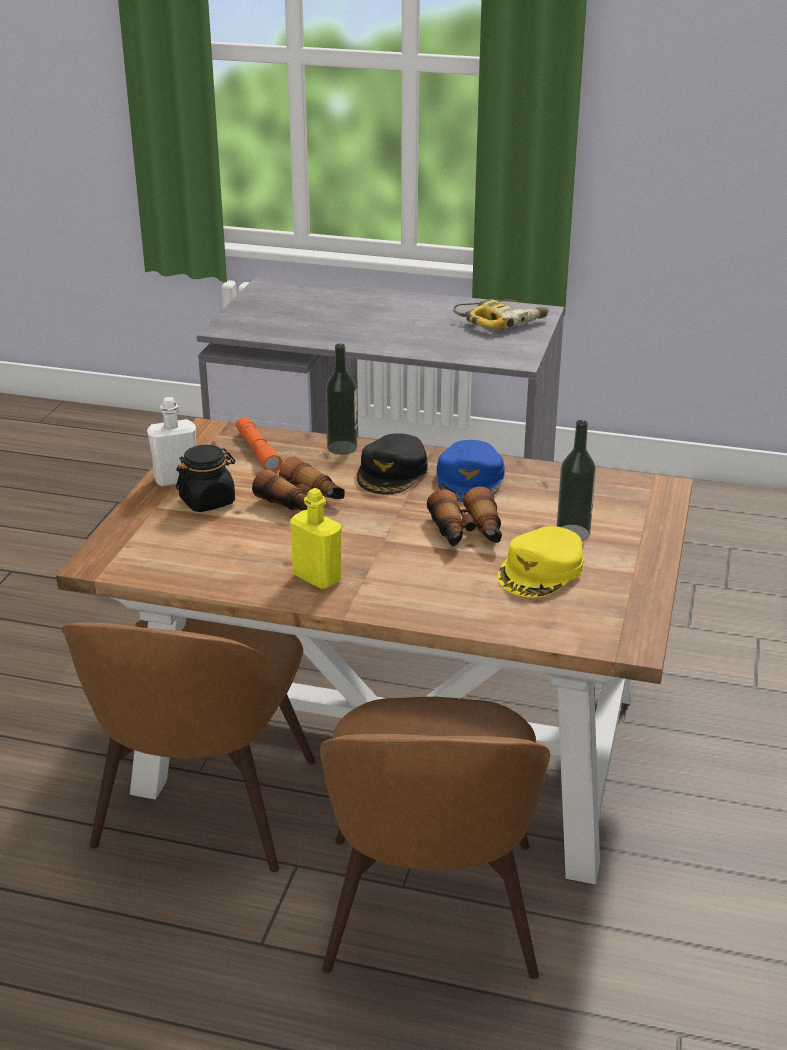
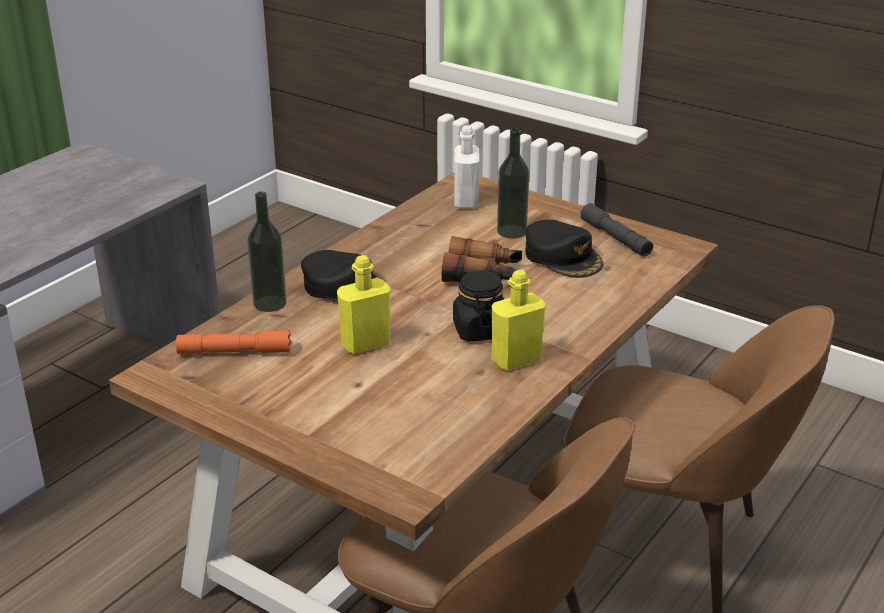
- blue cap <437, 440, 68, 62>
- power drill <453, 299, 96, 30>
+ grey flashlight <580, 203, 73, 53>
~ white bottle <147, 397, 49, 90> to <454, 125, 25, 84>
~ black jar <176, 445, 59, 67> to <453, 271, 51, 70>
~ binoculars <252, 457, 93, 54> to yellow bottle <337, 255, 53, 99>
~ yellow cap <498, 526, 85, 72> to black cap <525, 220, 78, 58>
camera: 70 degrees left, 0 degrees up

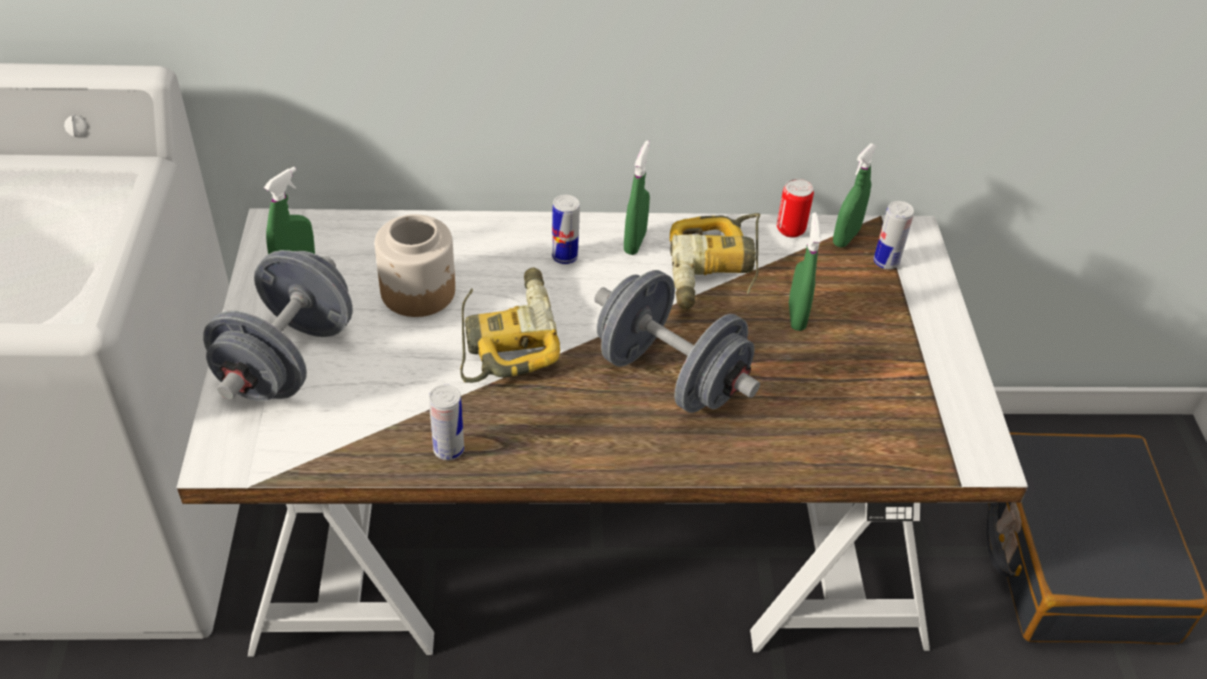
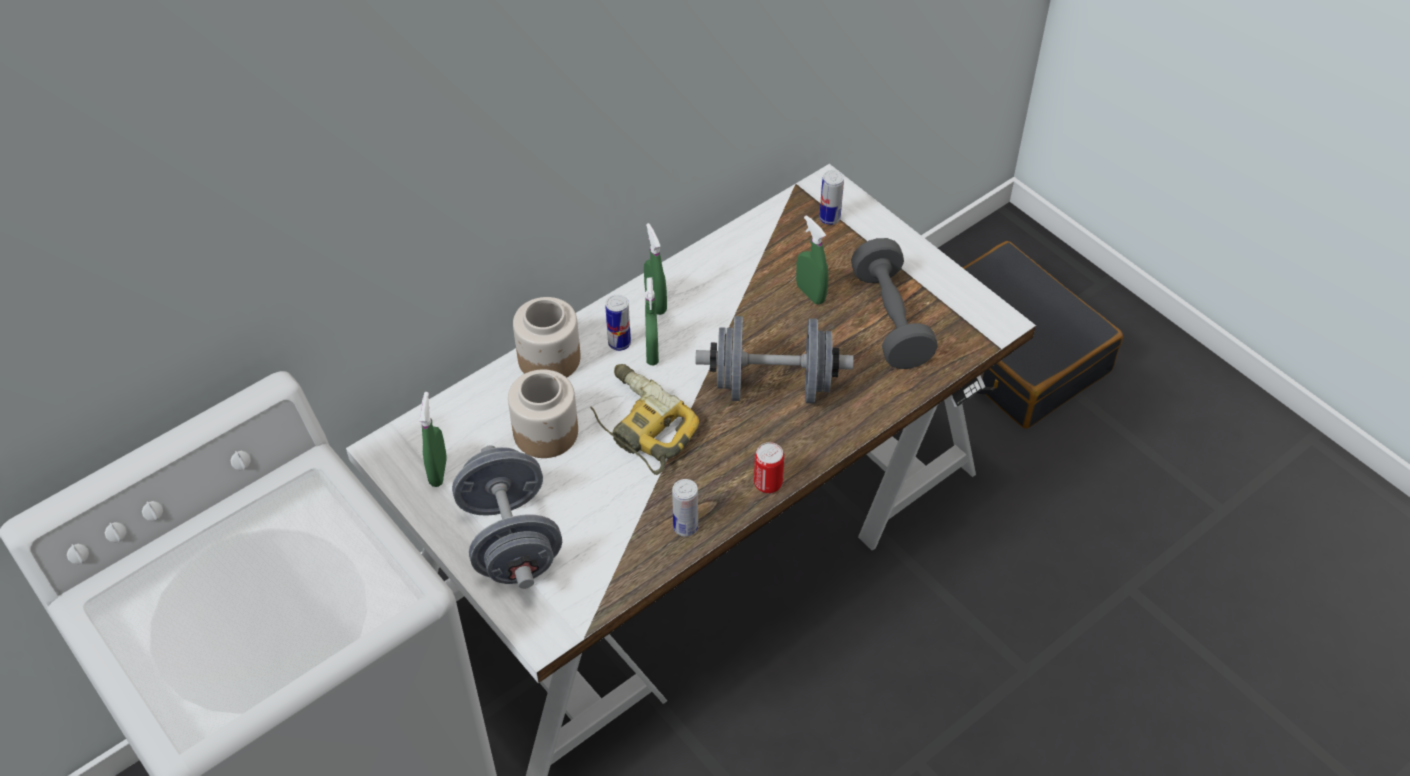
- power drill <670, 213, 90, 96>
+ jar <513, 297, 68, 81>
+ grey dumbbell <851, 238, 87, 131>
~ can <777, 179, 37, 59> to <754, 442, 30, 51>
~ green spray bottle <833, 143, 44, 104> to <645, 278, 14, 87>
camera: 35 degrees left, 5 degrees up

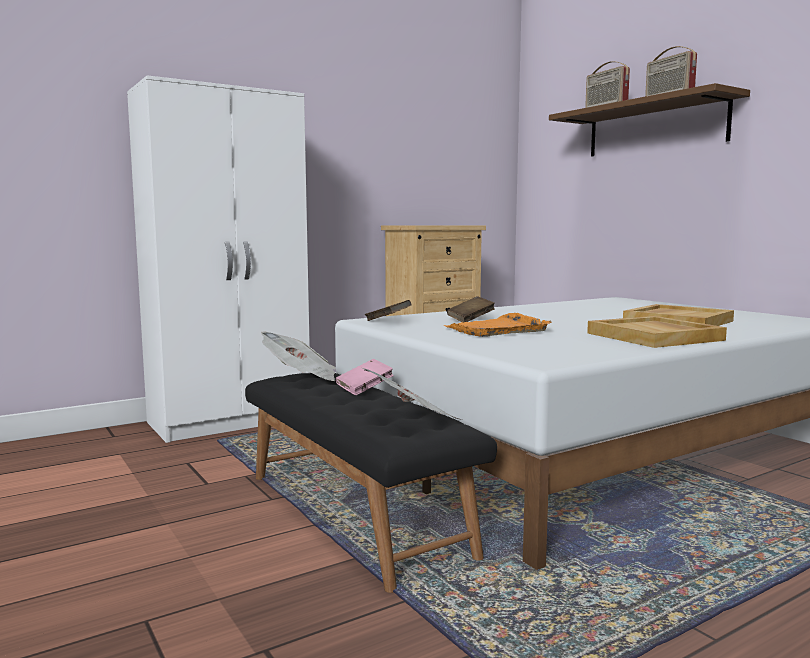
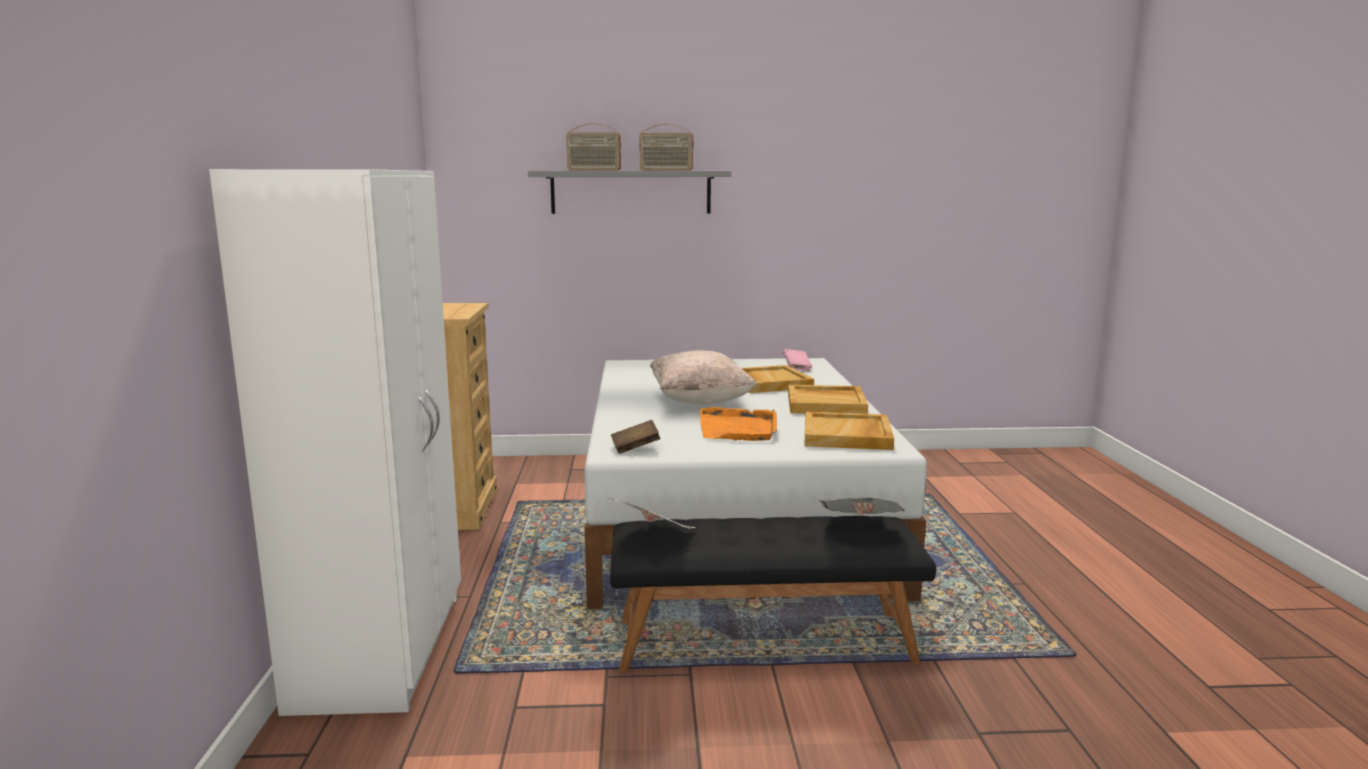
- brown book <447, 296, 48, 26>
+ beige pillow <650, 350, 107, 55>
+ beige tray <805, 411, 89, 39>
~ pink book <336, 359, 57, 36> to <783, 349, 29, 22>
~ brown shelf <549, 83, 201, 74> to grey shelf <528, 171, 203, 43>
camera: 60 degrees left, 5 degrees up

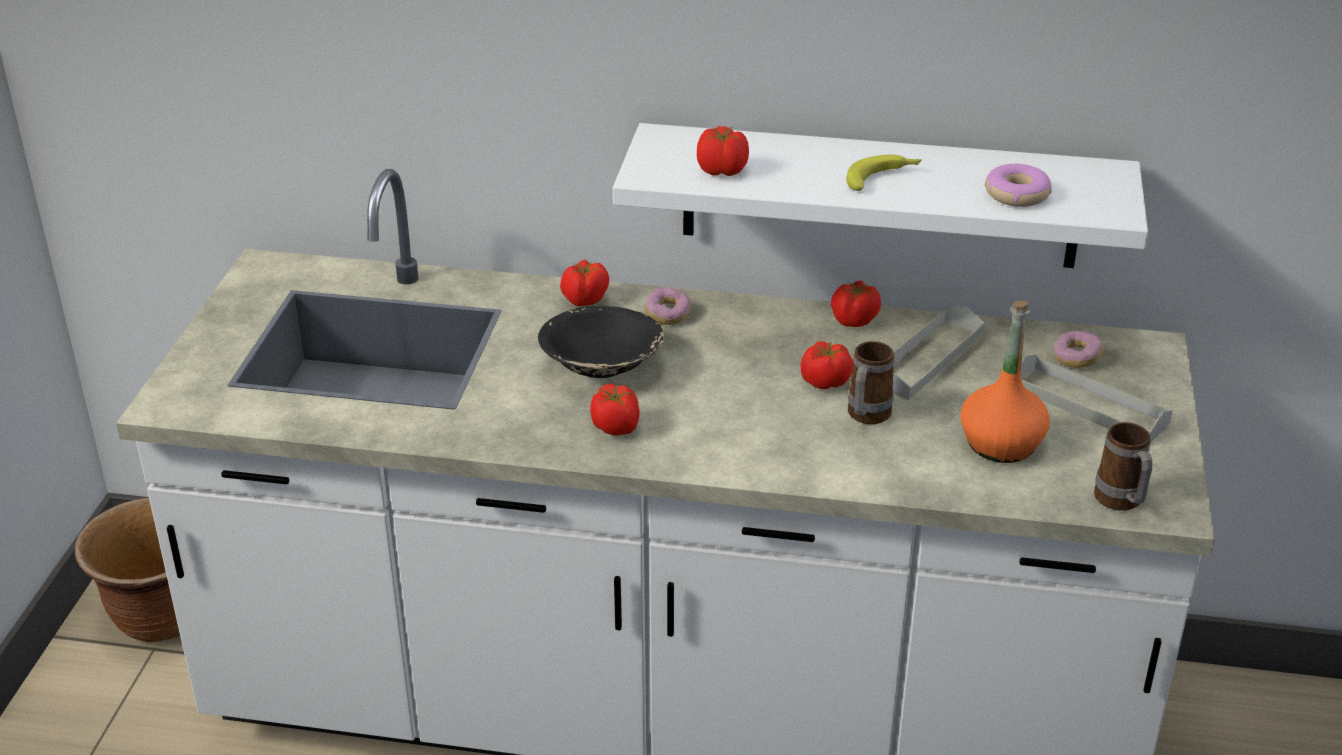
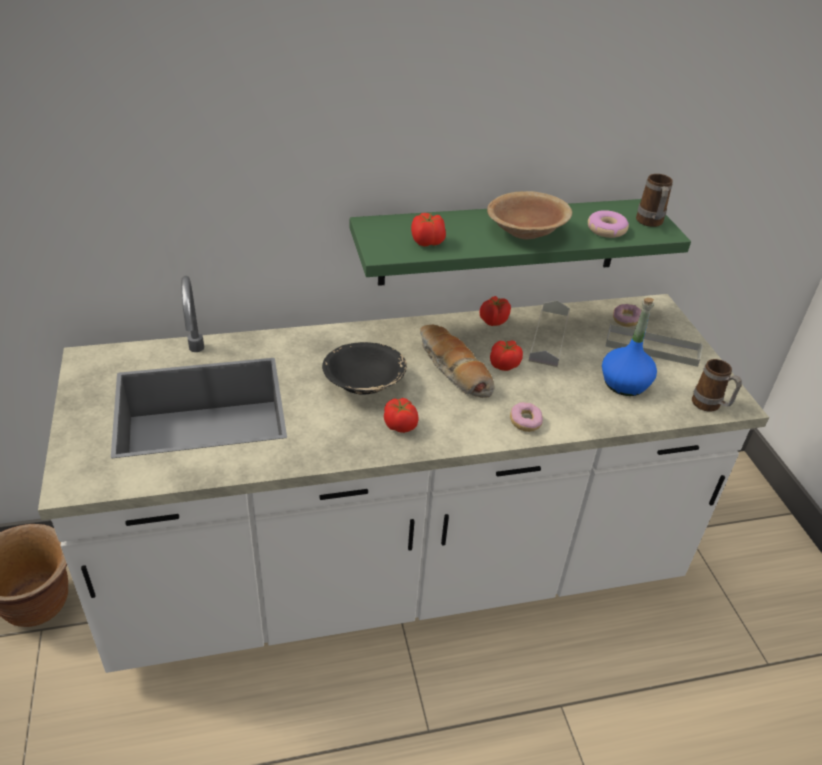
- tomato <560, 259, 49, 47>
+ bread <420, 325, 74, 73>
~ donut <645, 287, 46, 38> to <510, 402, 33, 30>
~ mug <848, 341, 46, 83> to <636, 174, 37, 53>
~ banana <846, 155, 76, 36> to brown bowl <487, 191, 85, 48>
~ white shelf <613, 123, 535, 145> to green shelf <350, 199, 341, 87>
~ orange bottle <960, 301, 90, 162> to blue bottle <602, 298, 55, 98>
camera: 25 degrees left, 5 degrees up

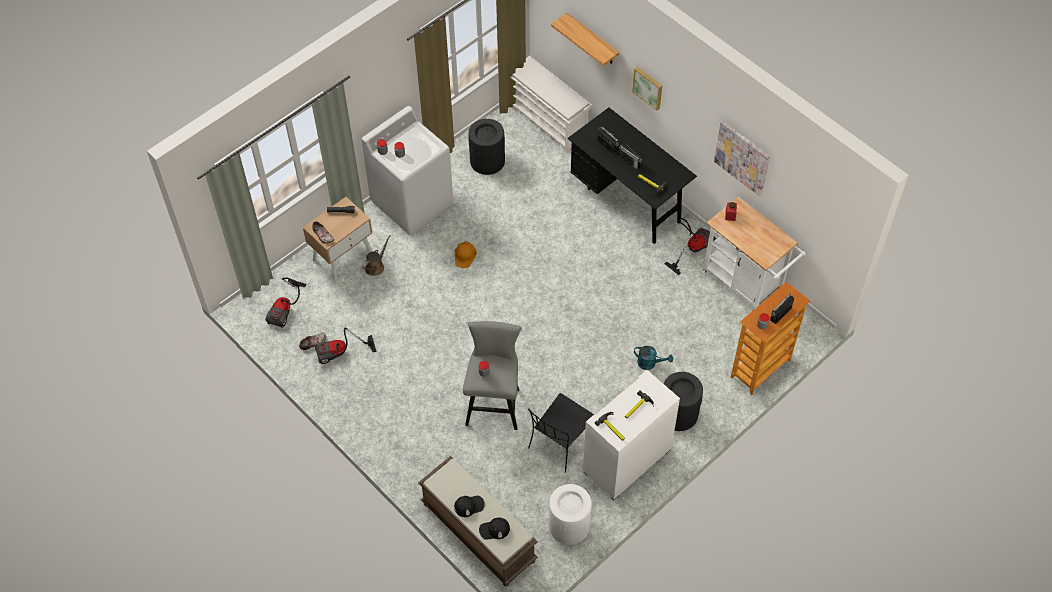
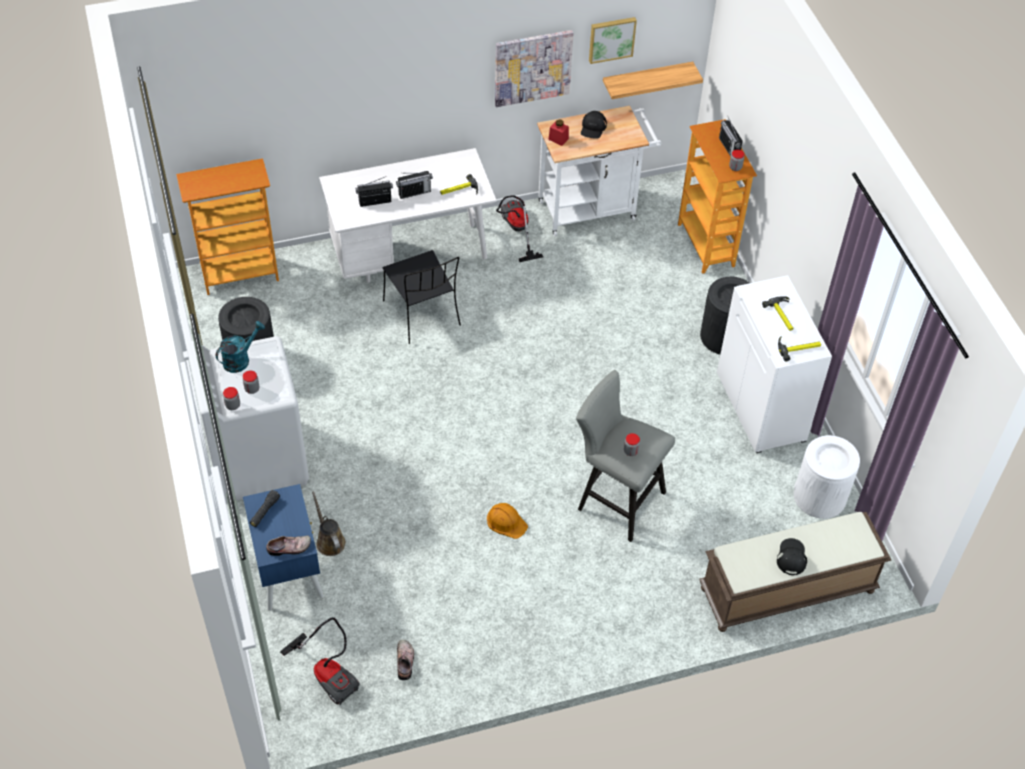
- vacuum cleaner <315, 327, 62, 37>
~ orange hard hat <454, 242, 23, 26> to <487, 503, 41, 36>
~ black cap <479, 517, 31, 23> to <581, 111, 26, 28>
~ black chair <528, 393, 66, 80> to <383, 250, 78, 94>
~ shelf <551, 13, 68, 53> to <603, 62, 100, 37>
~ picture <632, 67, 30, 44> to <589, 17, 48, 47>
~ turquoise watering can <634, 346, 39, 24> to <216, 321, 49, 52>
~ white shoe rack <511, 56, 81, 97> to bookcase <176, 158, 103, 137>
~ beige nightstand <303, 197, 70, 85> to blue nightstand <243, 484, 81, 127>
~ black desk <568, 108, 129, 136> to white desk <319, 148, 178, 135>
camera: 65 degrees left, 5 degrees down

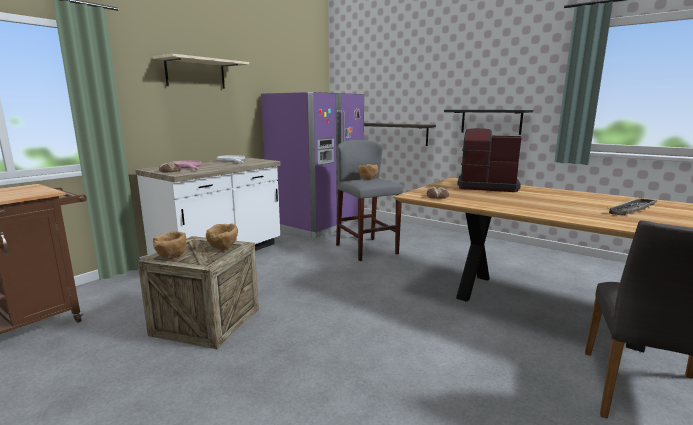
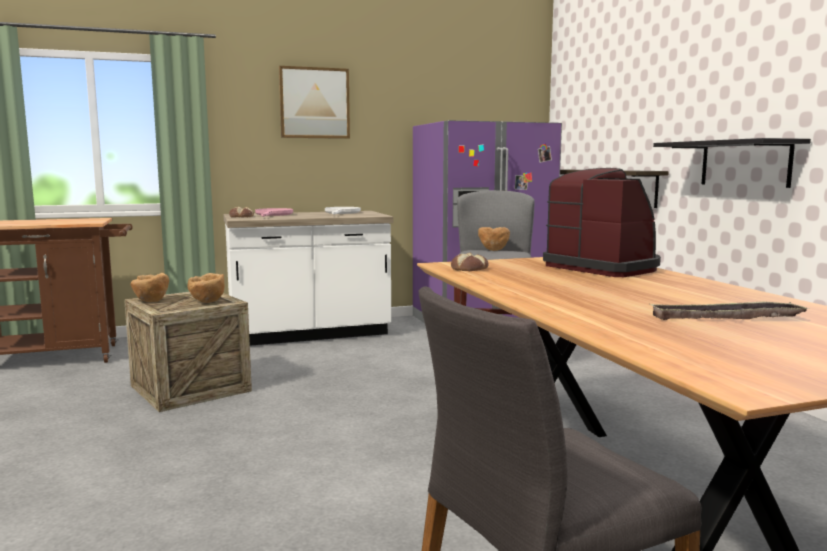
~ beige shelf <153, 54, 96, 35> to picture <279, 66, 71, 73>
camera: 35 degrees right, 5 degrees down

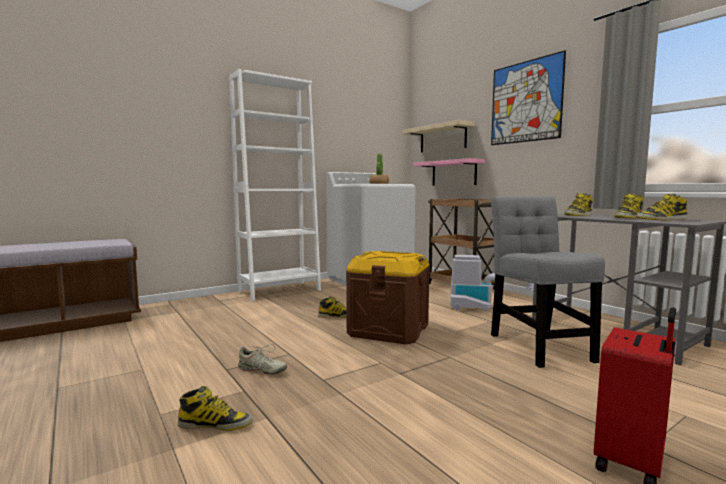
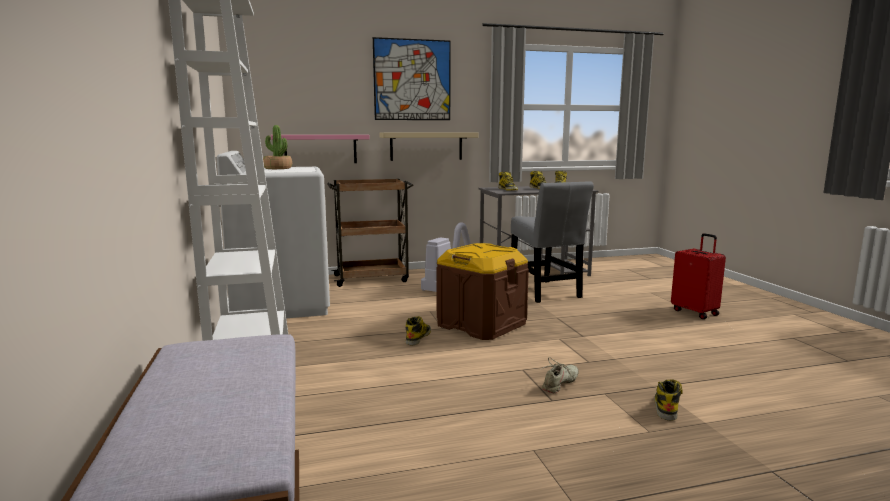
~ beige shelf <402, 120, 72, 33> to <380, 132, 98, 29>
~ grey chair <491, 196, 114, 172> = <511, 181, 83, 122> 120 degrees counterclockwise
camera: 70 degrees left, 5 degrees up

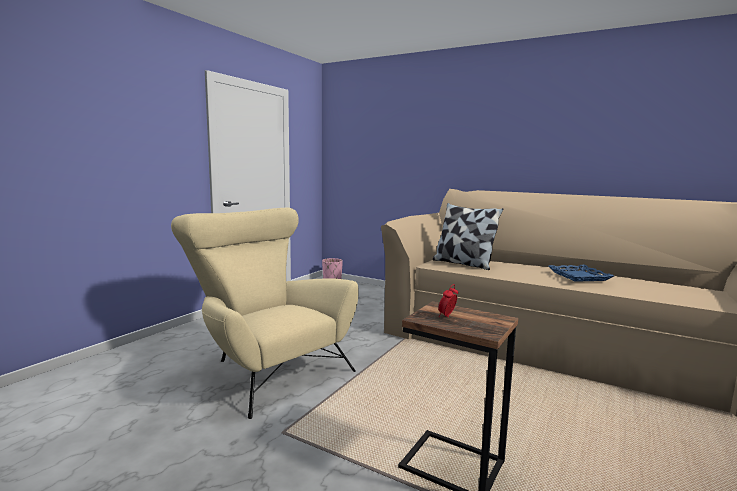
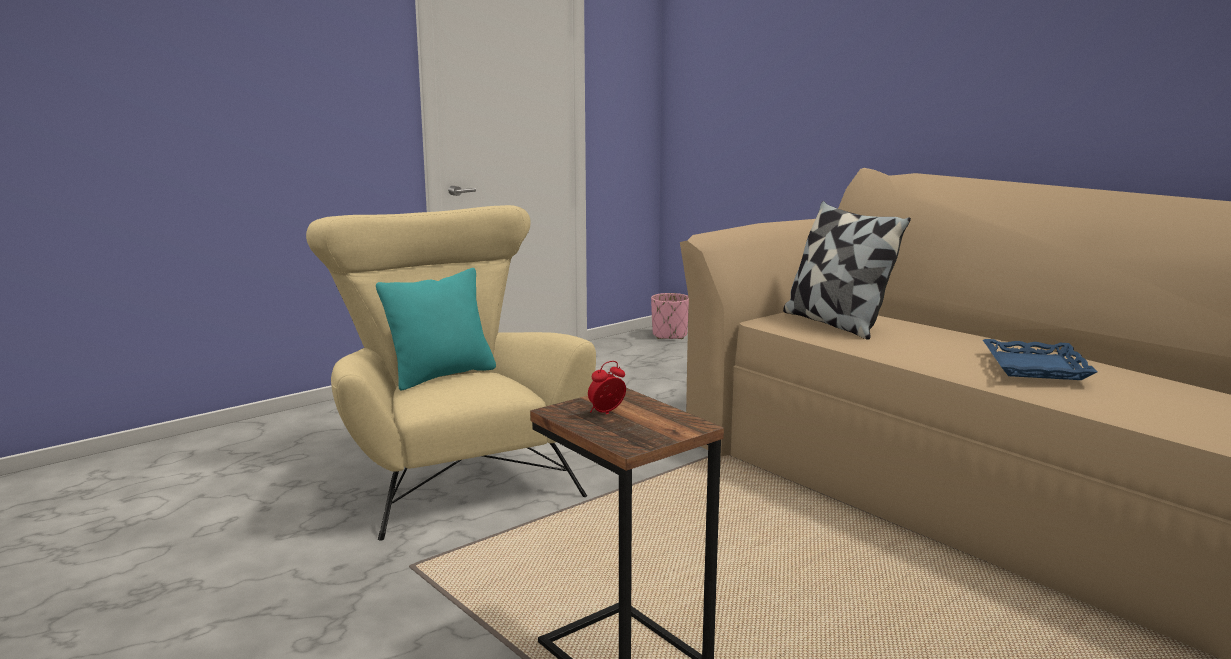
+ turquoise pillow <376, 268, 120, 122>
camera: 20 degrees right, 5 degrees up

